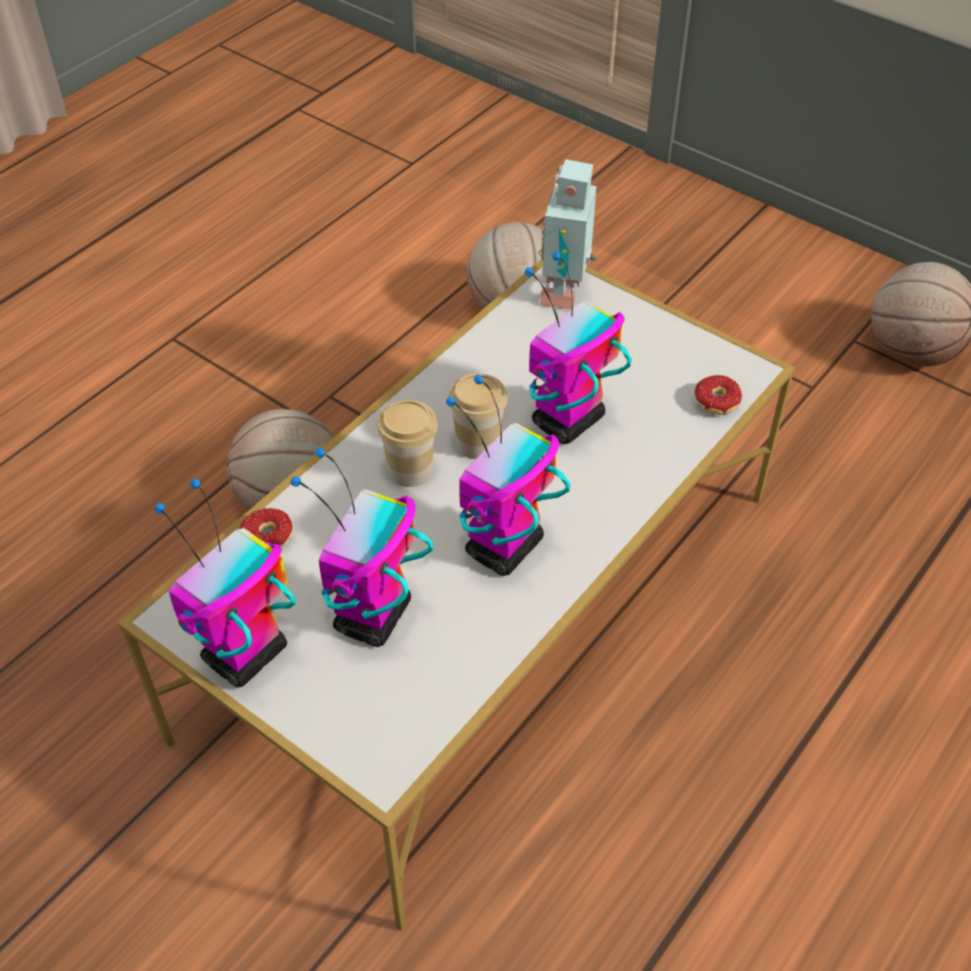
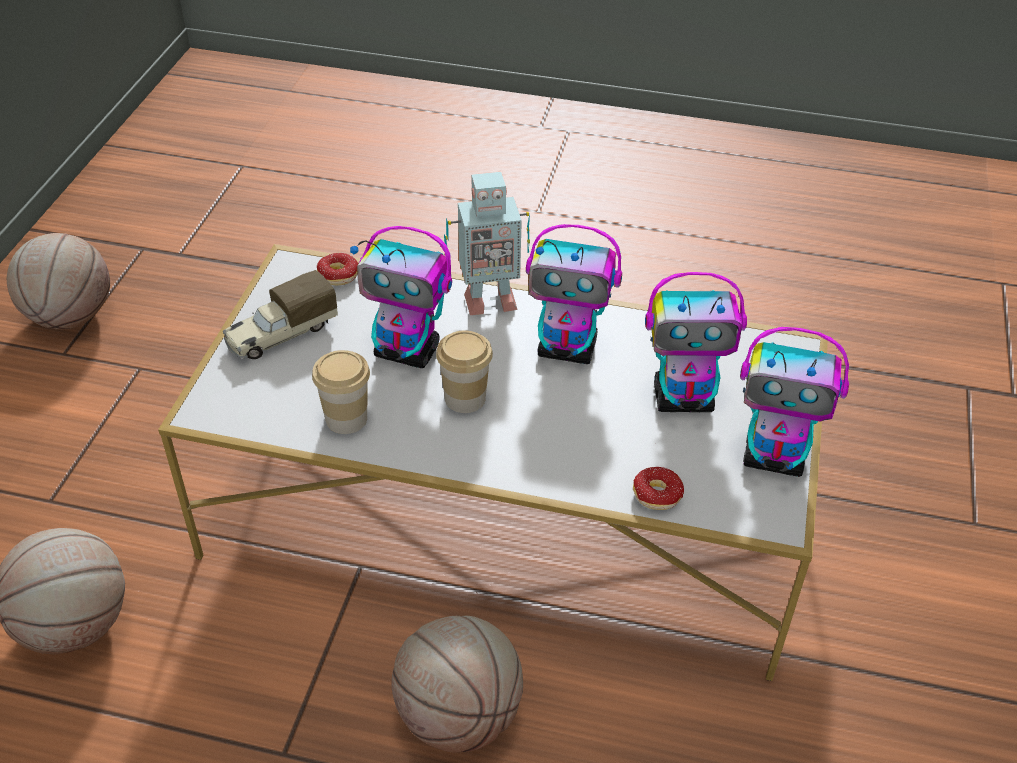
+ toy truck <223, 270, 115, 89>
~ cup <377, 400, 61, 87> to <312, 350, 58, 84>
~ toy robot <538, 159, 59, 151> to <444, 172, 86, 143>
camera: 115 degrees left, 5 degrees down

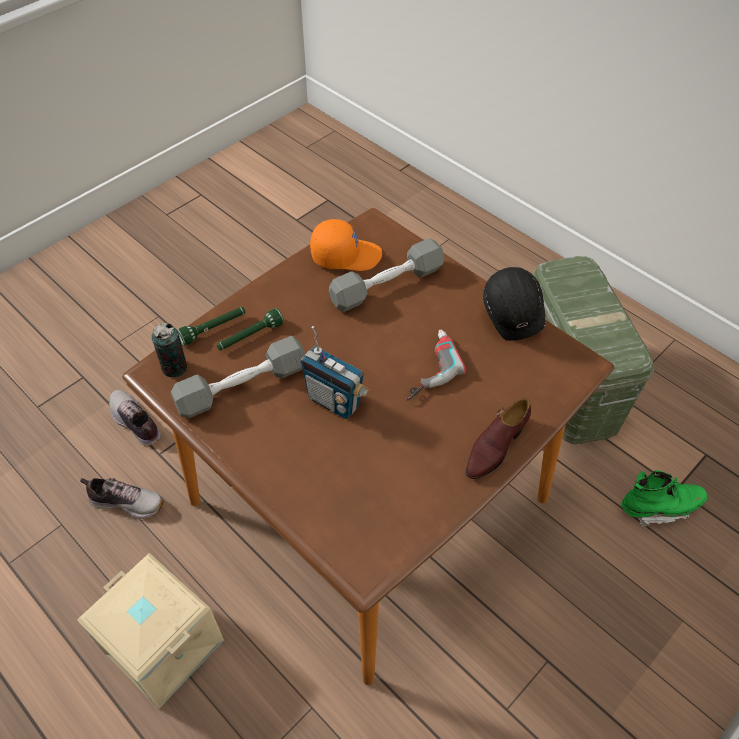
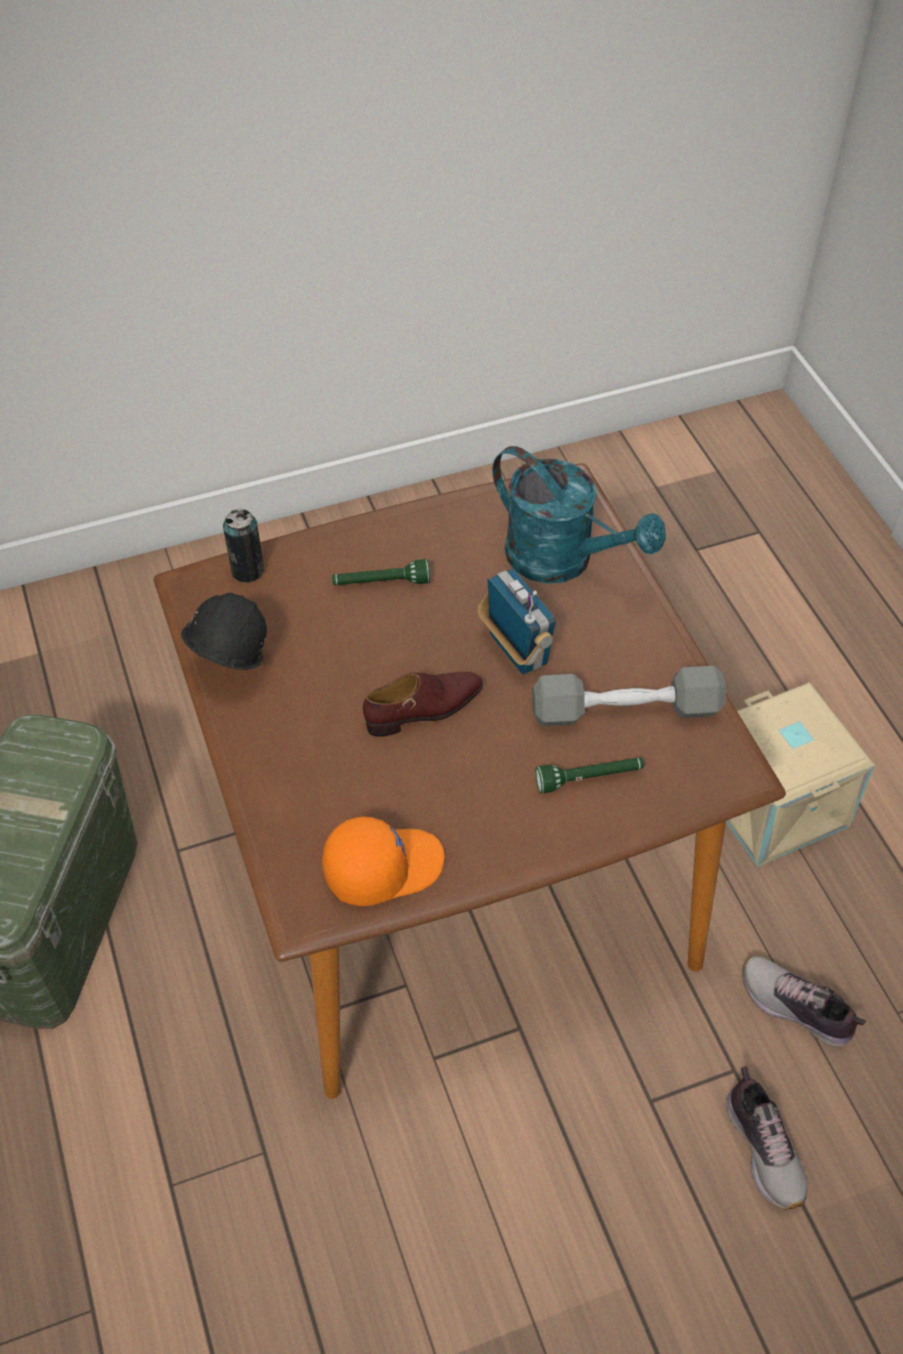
- grey dumbbell <329, 238, 116, 74>
- power drill <406, 330, 60, 71>
- green boot <622, 470, 85, 57>
+ turquoise watering can <492, 446, 174, 138>
~ can <152, 323, 35, 55> to <223, 509, 41, 74>
~ green flashlight <177, 307, 69, 39> to <332, 559, 98, 26>
~ brown shoe <466, 399, 65, 80> to <363, 672, 120, 65>
~ orange cap <310, 219, 72, 52> = <322, 816, 123, 90> 135 degrees clockwise
camera: 155 degrees left, 0 degrees up

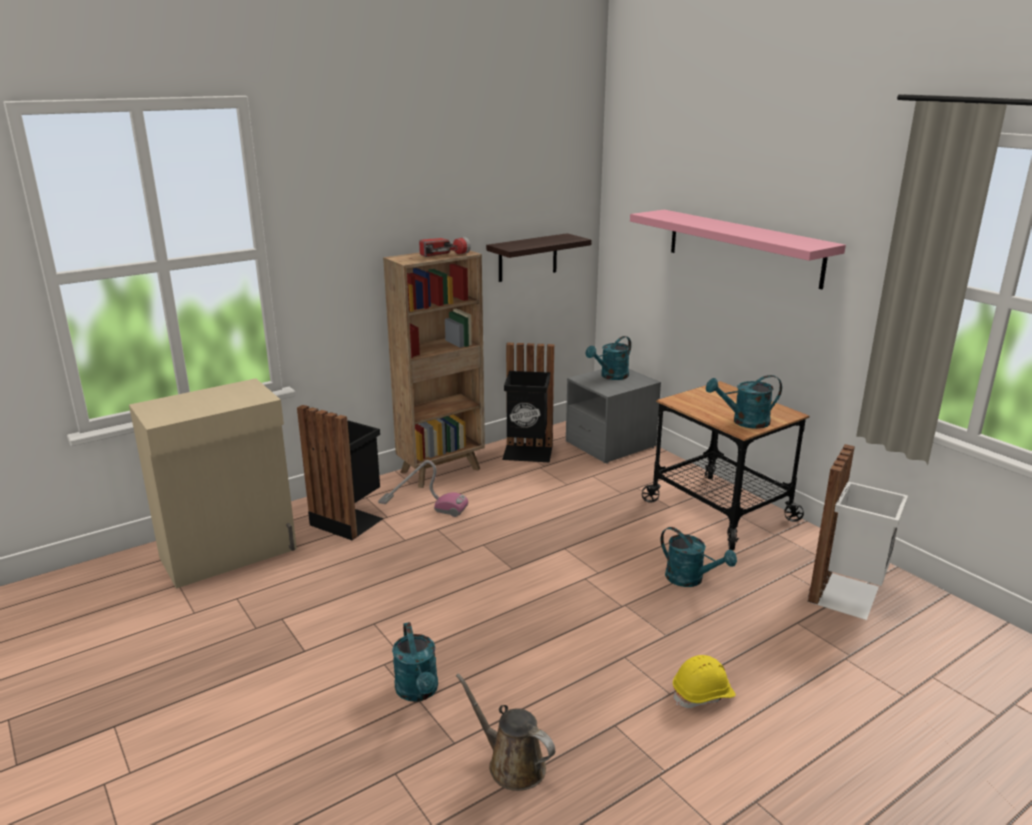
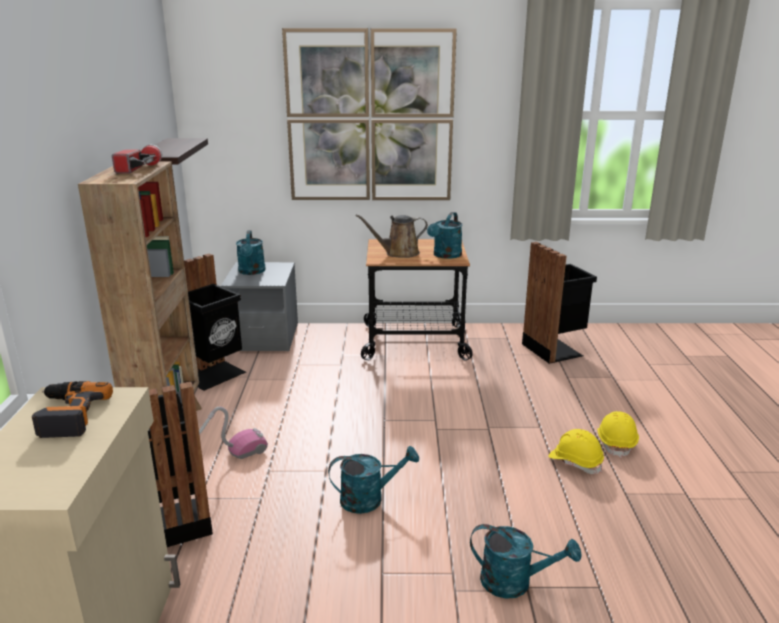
+ power drill <32, 381, 81, 57>
+ yellow hard hat <548, 429, 56, 45>
~ brown watering can <456, 673, 99, 118> to <356, 215, 72, 43>
~ turquoise watering can <660, 527, 77, 60> to <328, 446, 91, 68>
~ pink shelf <630, 210, 216, 79> to picture <282, 28, 175, 172>
~ white trash can <808, 444, 100, 176> to black trash can <522, 242, 75, 122>
camera: 55 degrees left, 0 degrees up

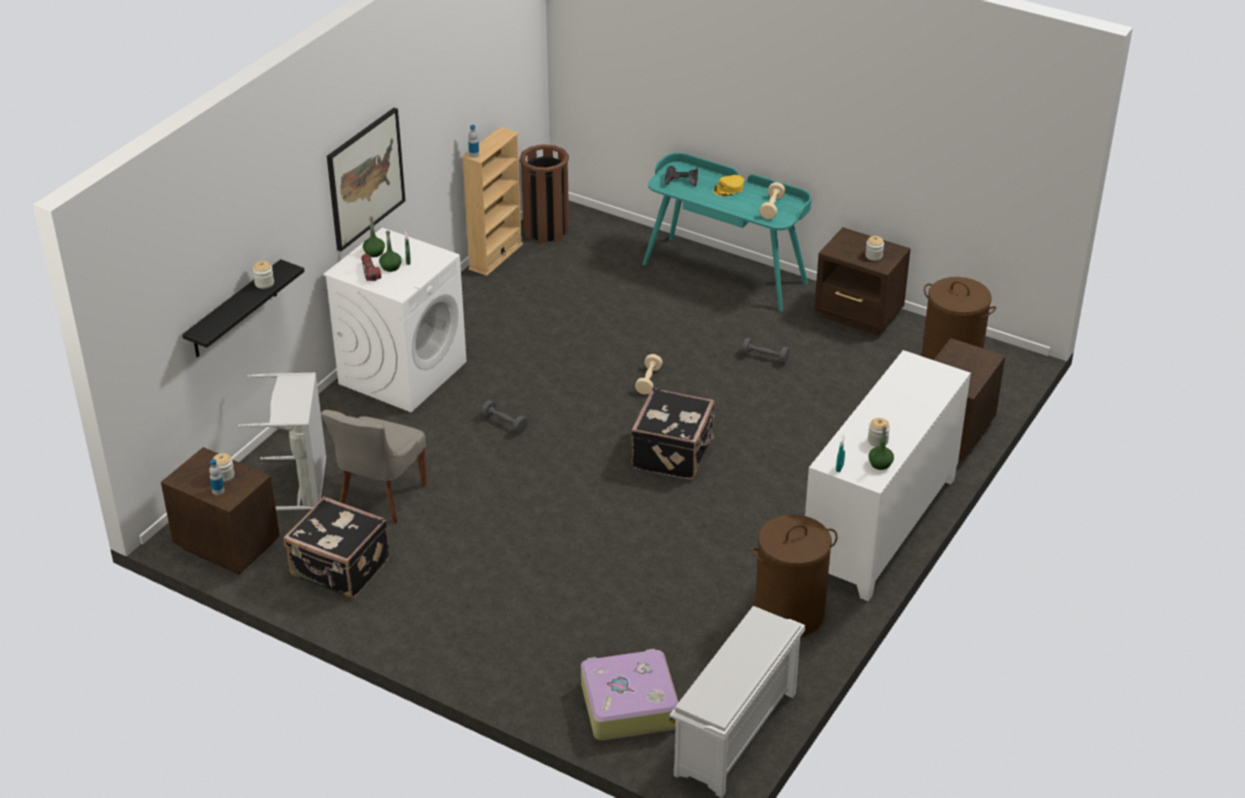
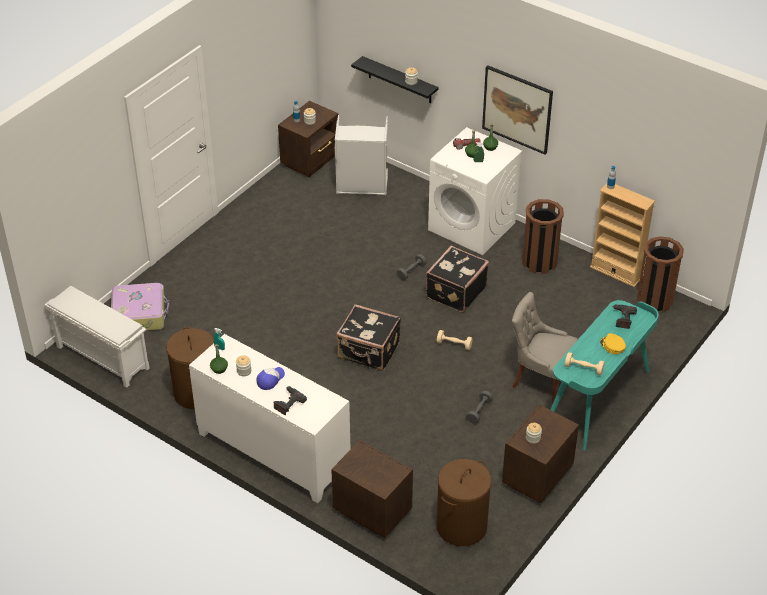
+ cap <256, 367, 29, 23>
+ power drill <274, 386, 33, 29>
+ brown trash can <522, 199, 42, 75>
~ black suitcase <284, 497, 106, 101> to <426, 246, 63, 66>
~ grey chair <321, 410, 106, 114> to <512, 292, 66, 111>
camera: 95 degrees right, 5 degrees up

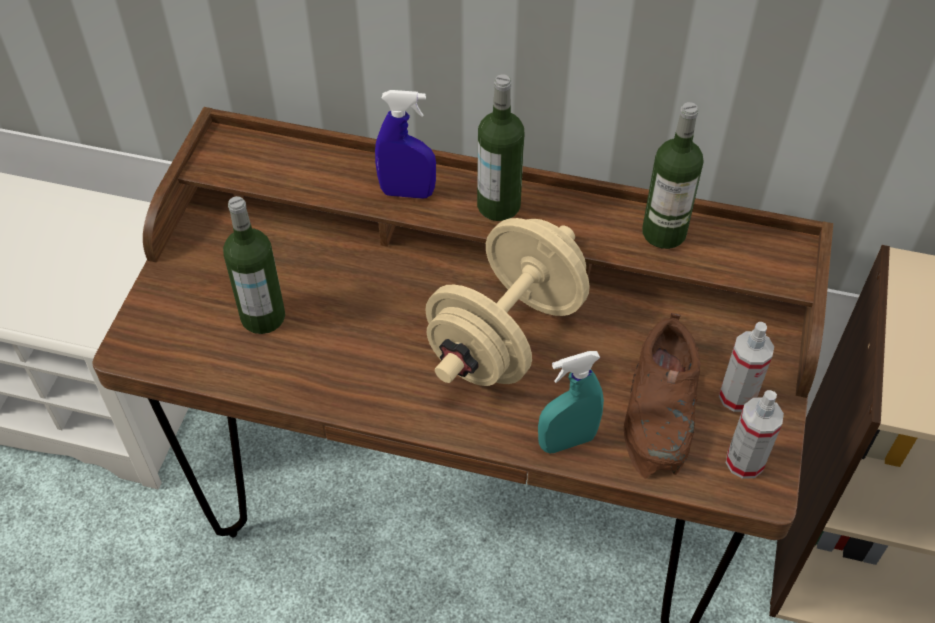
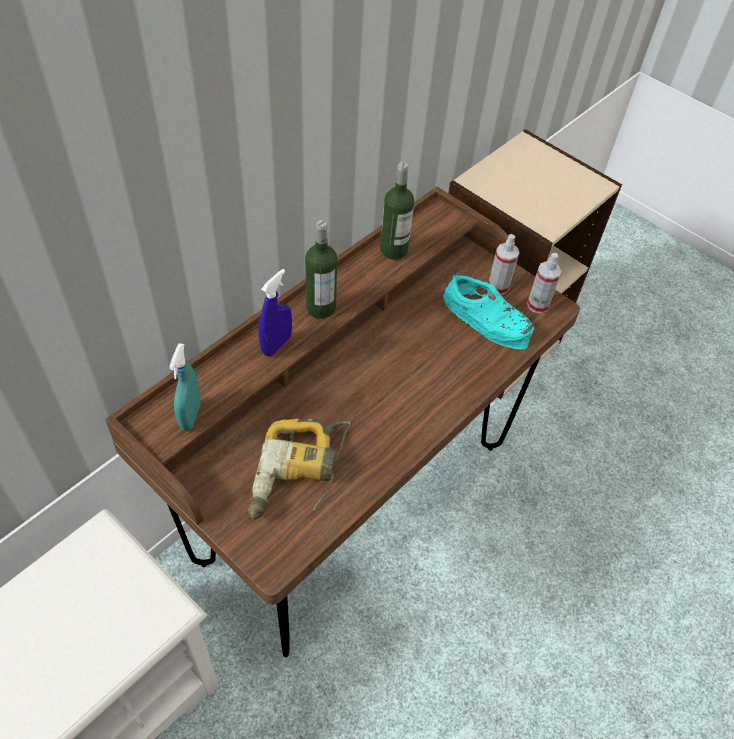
- beige dumbbell <425, 218, 165, 168>
~ turquoise spray bottle <538, 351, 66, 102> to <169, 343, 32, 88>
~ bottle <223, 196, 62, 138> to power drill <248, 419, 104, 100>
~ brown shoe <624, 313, 77, 166> to turquoise shoe <443, 272, 91, 77>
camera: 65 degrees left, 0 degrees up

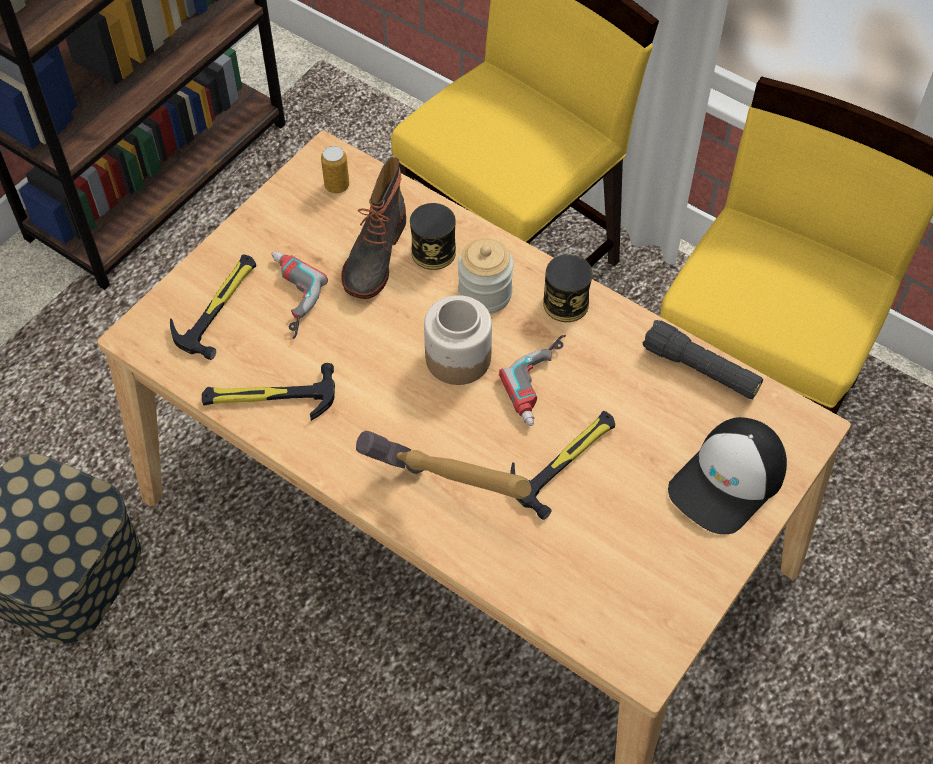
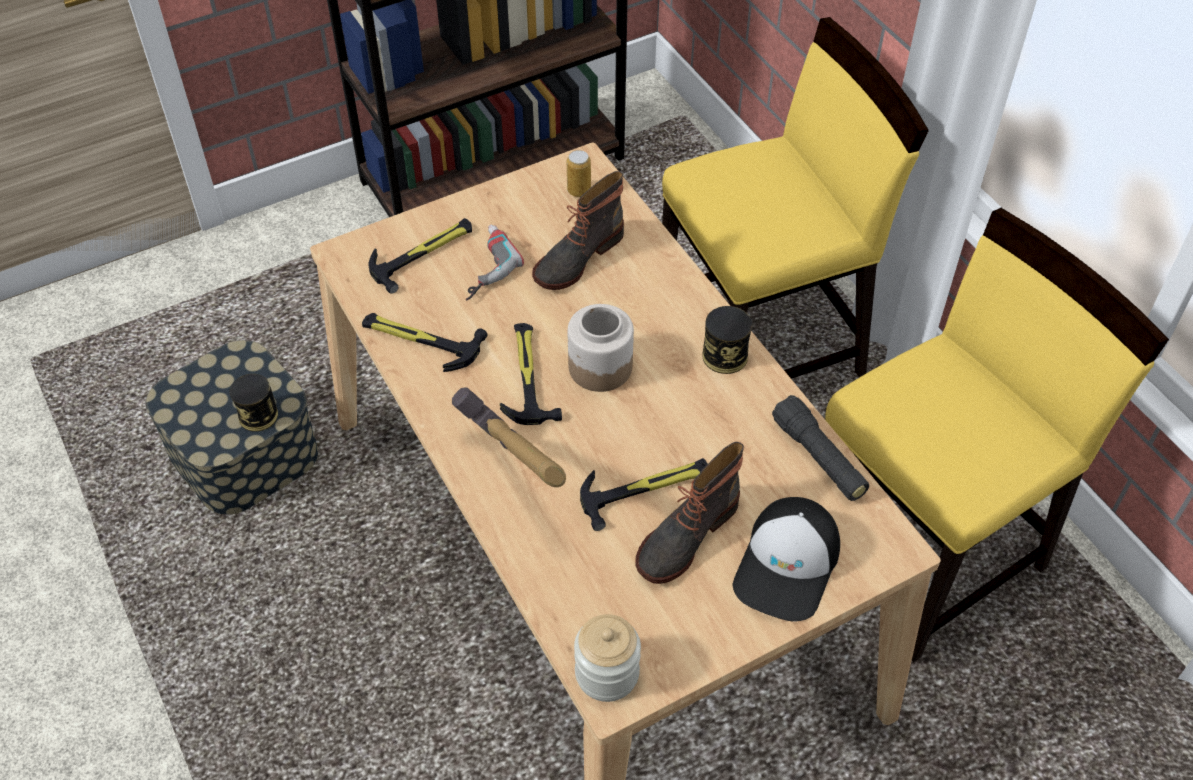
- power drill <499, 335, 67, 91>
+ hammer <500, 323, 62, 102>
+ boot <635, 442, 109, 142>
~ can <410, 203, 46, 67> to <230, 374, 48, 58>
~ jar <458, 238, 56, 76> to <574, 614, 67, 88>
~ cap <668, 417, 119, 117> = <732, 497, 108, 124> 45 degrees counterclockwise
camera: 25 degrees right, 5 degrees down

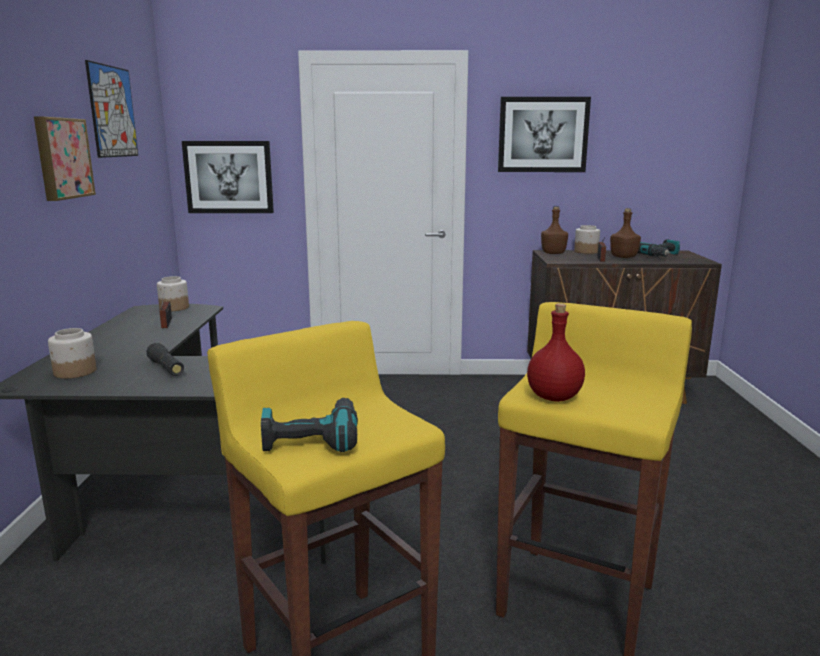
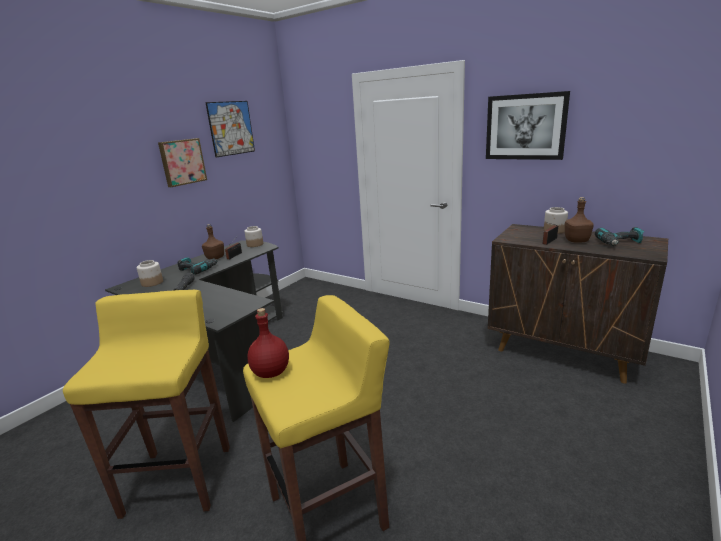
- picture <182, 141, 92, 72>
~ power drill <261, 398, 97, 54> to <178, 257, 40, 18>
~ brown bottle <541, 206, 27, 48> to <202, 224, 22, 35>
camera: 35 degrees right, 5 degrees up

